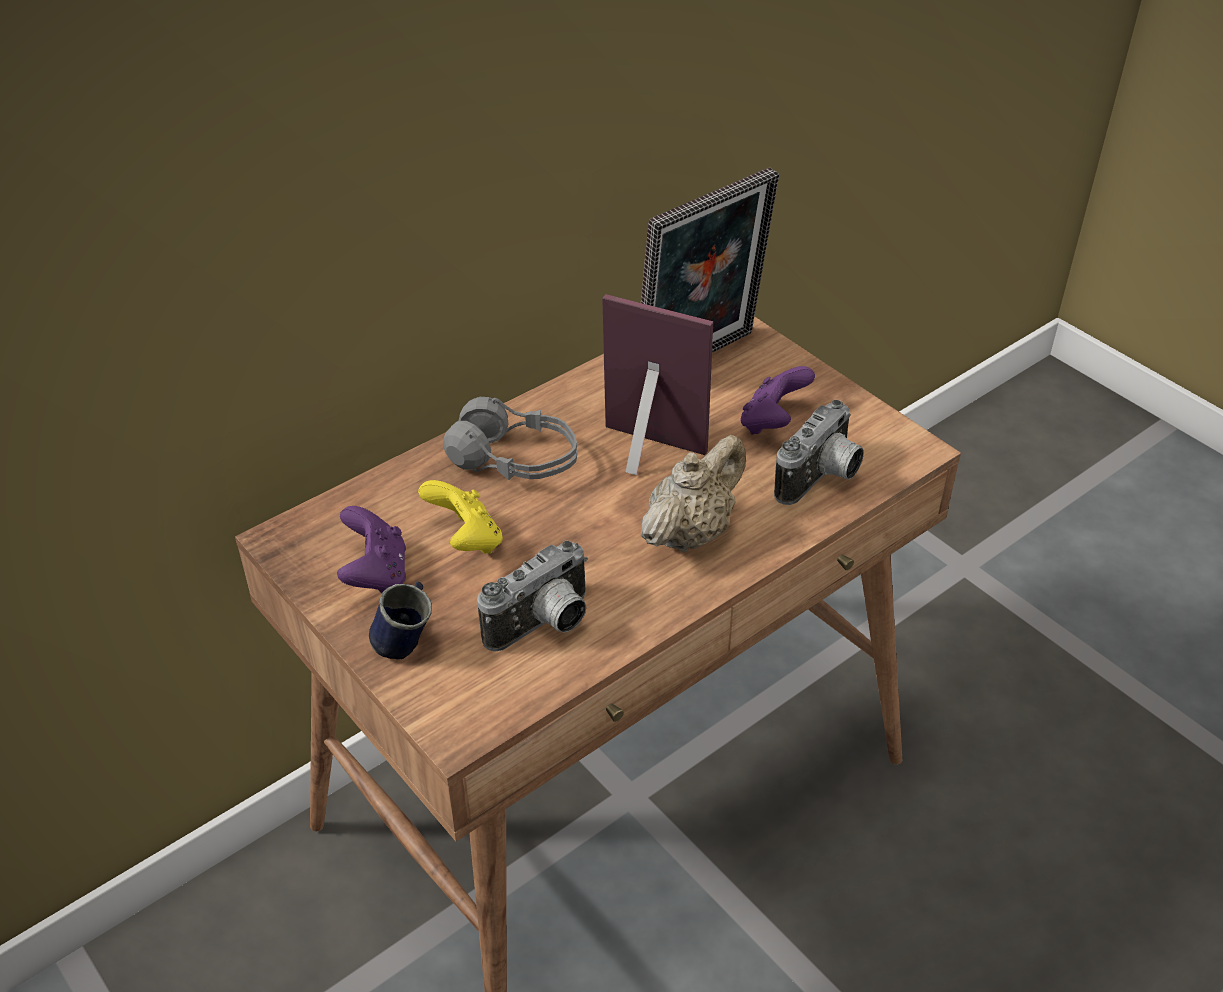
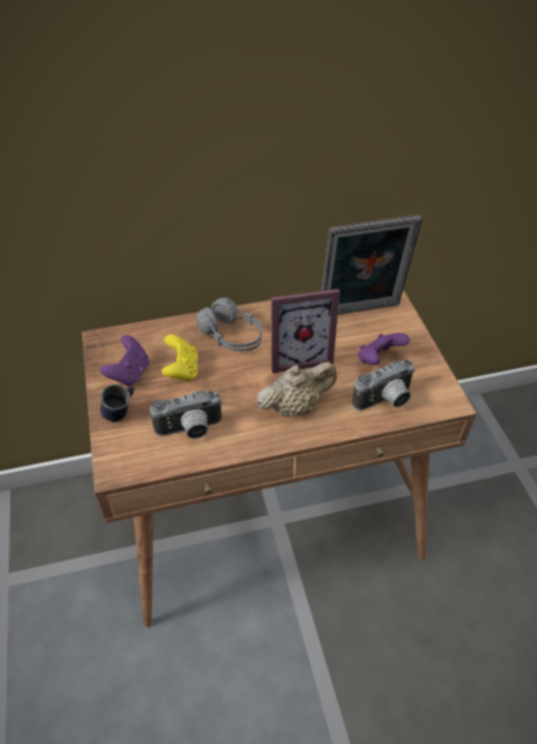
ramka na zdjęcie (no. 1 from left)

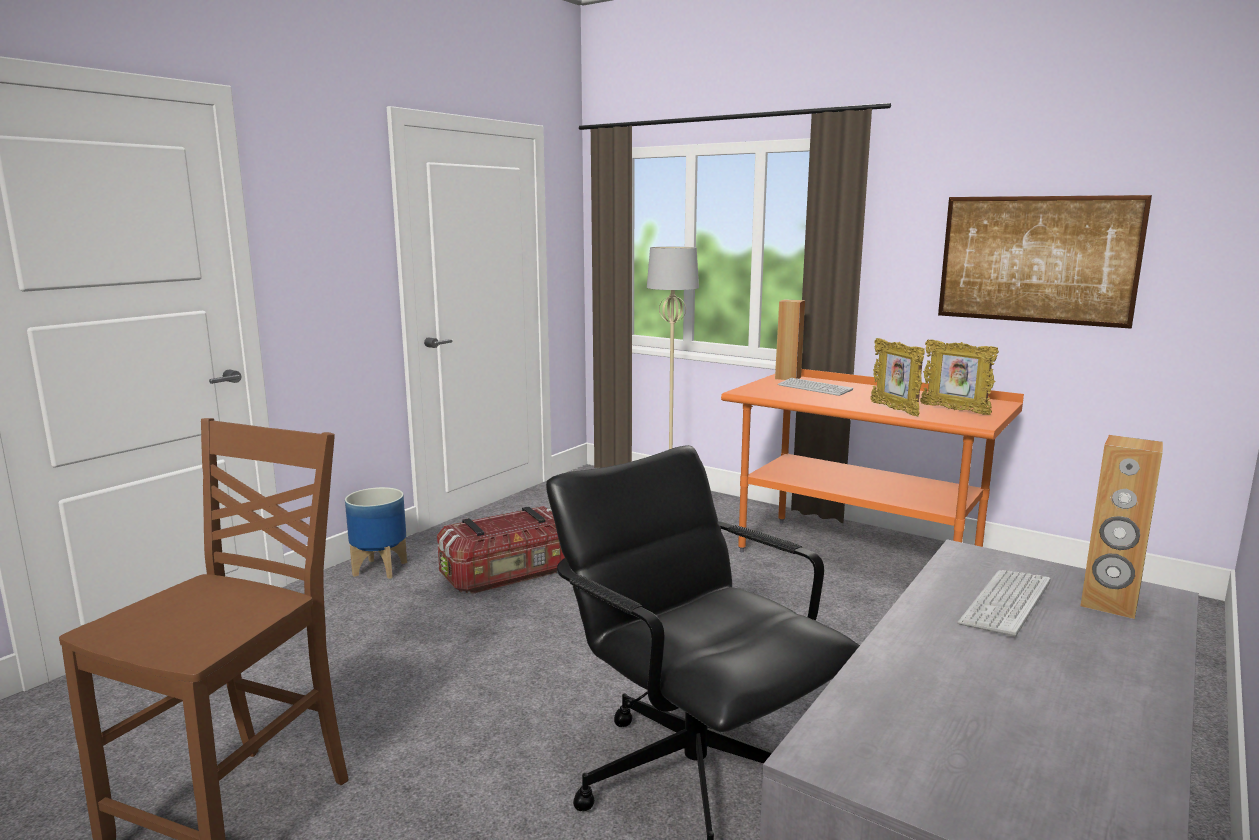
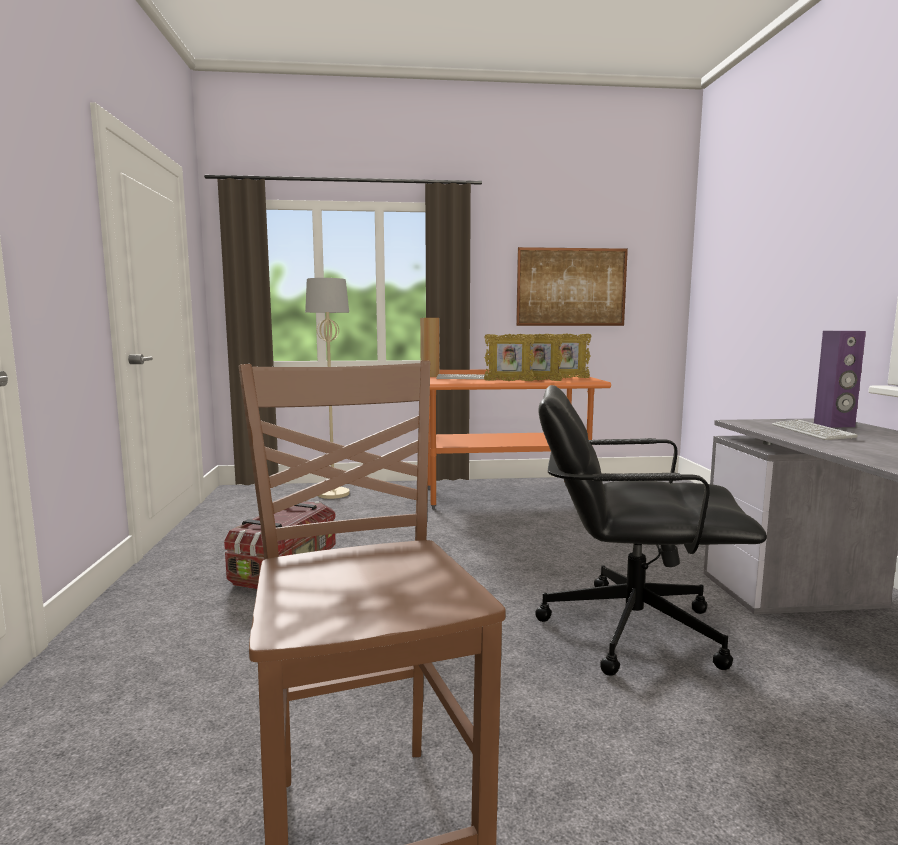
głośnik (fioletowy)
donica
ramka na zdjęcie (no. 1 from left)

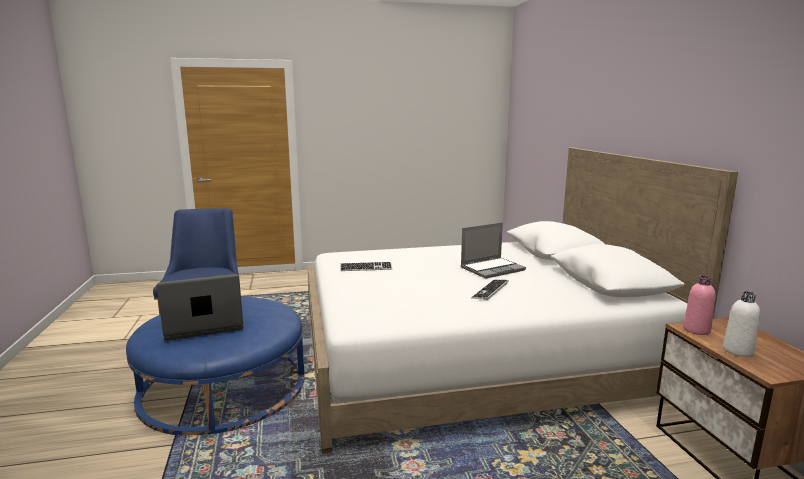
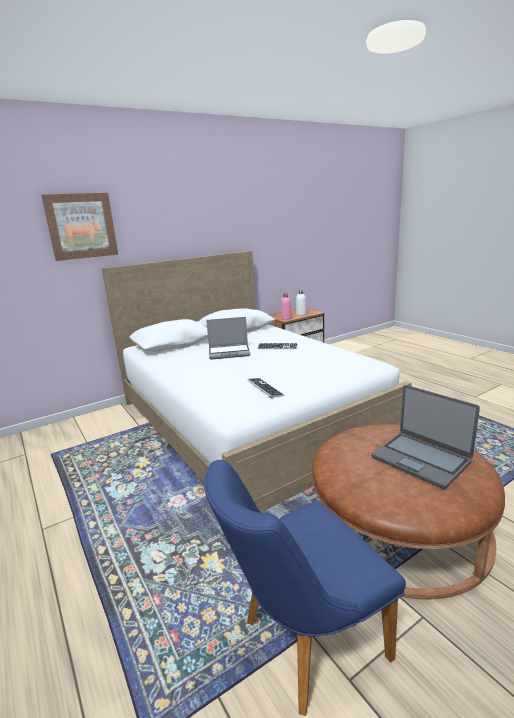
laptop (no. 1 from left)
pufa (brązowy)
obraz

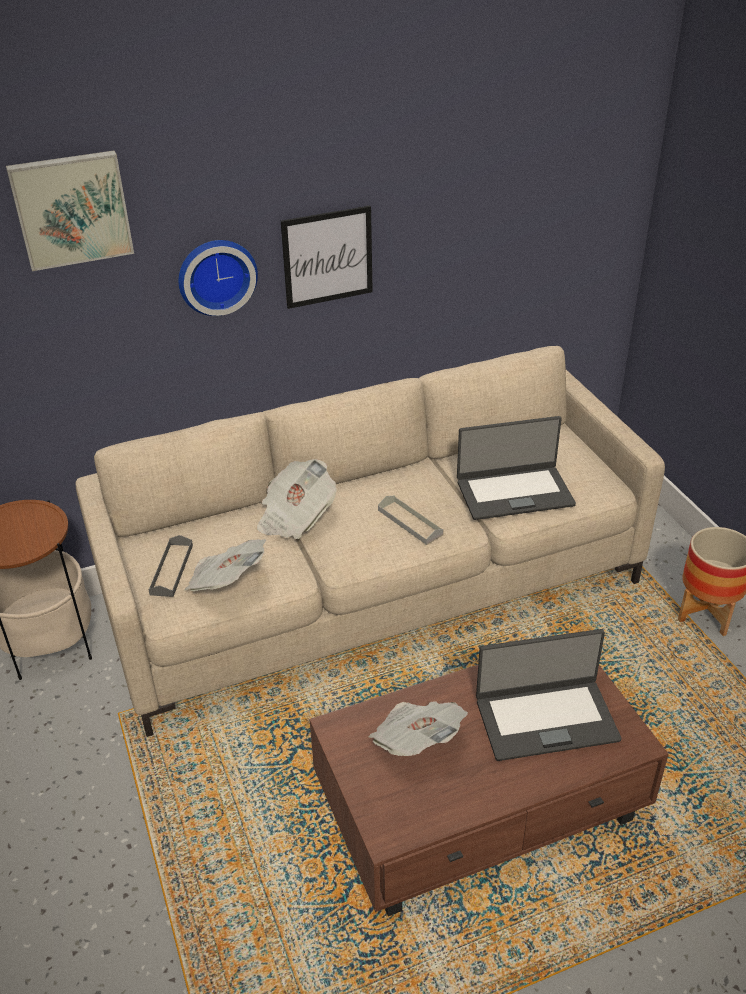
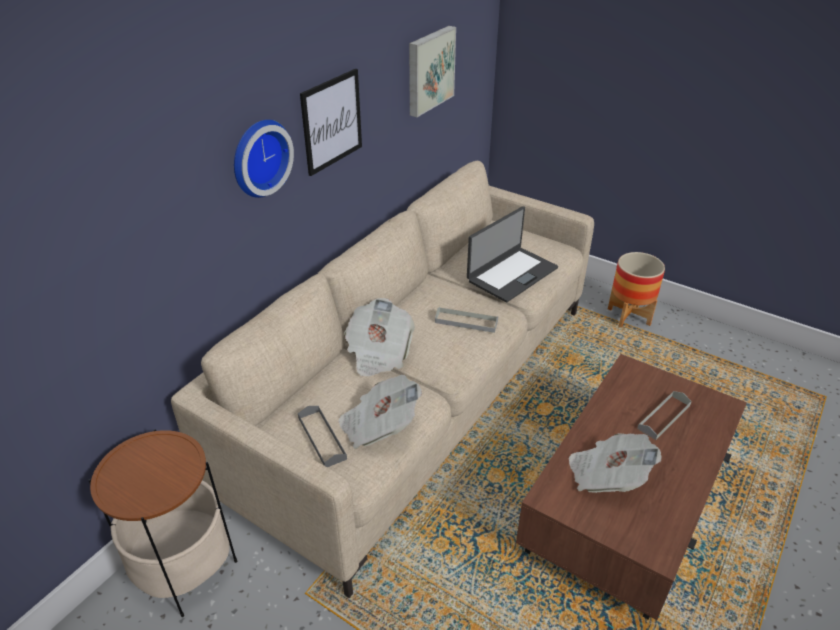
obraz (no. 2 from left)
taca (szary) (no. 3 from left)

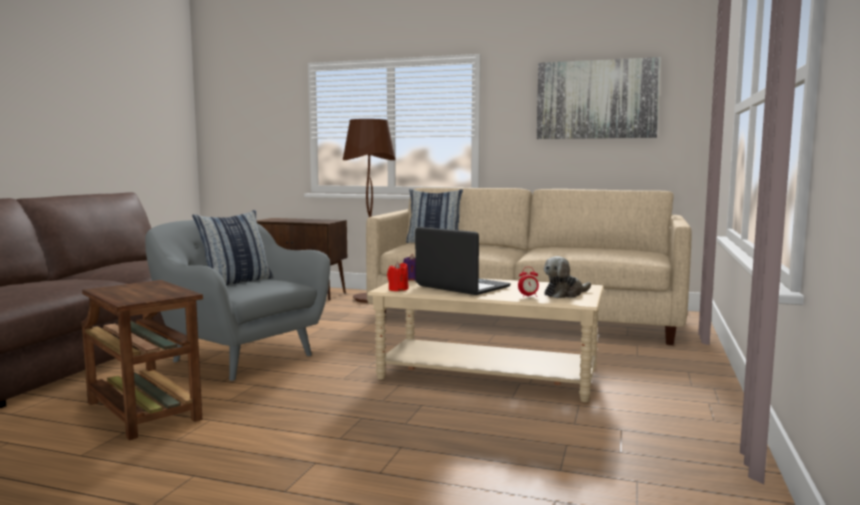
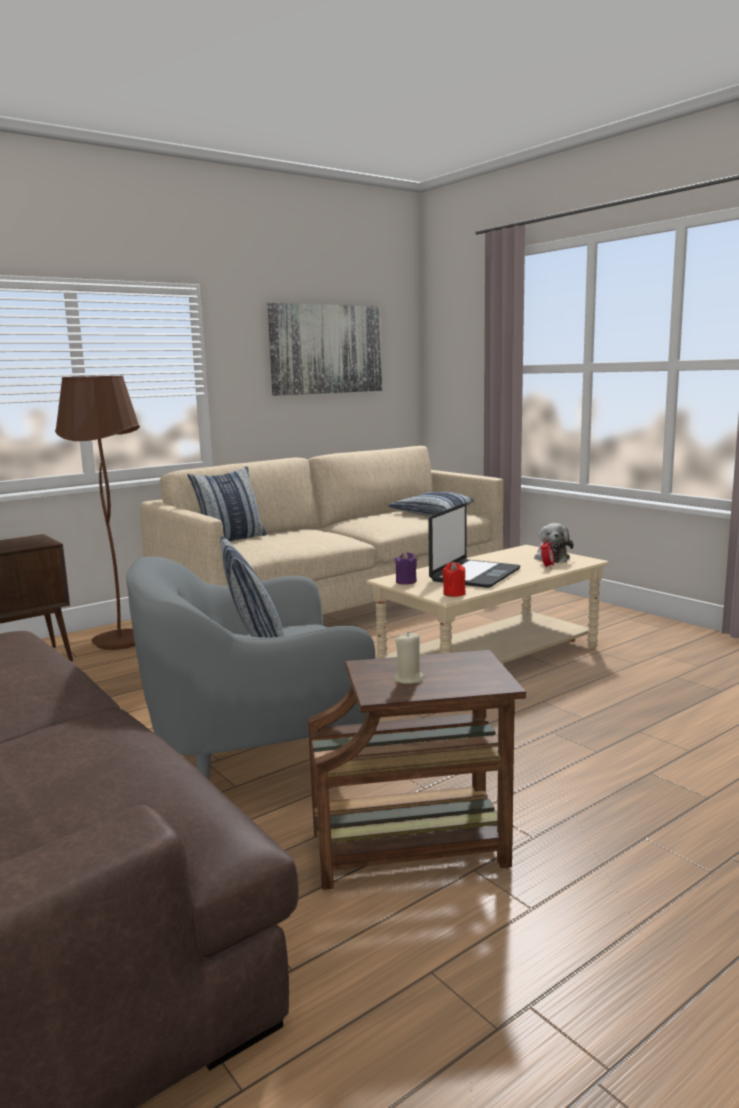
laptop
poduszka (no. 3 from left)
świeca (beżowy)

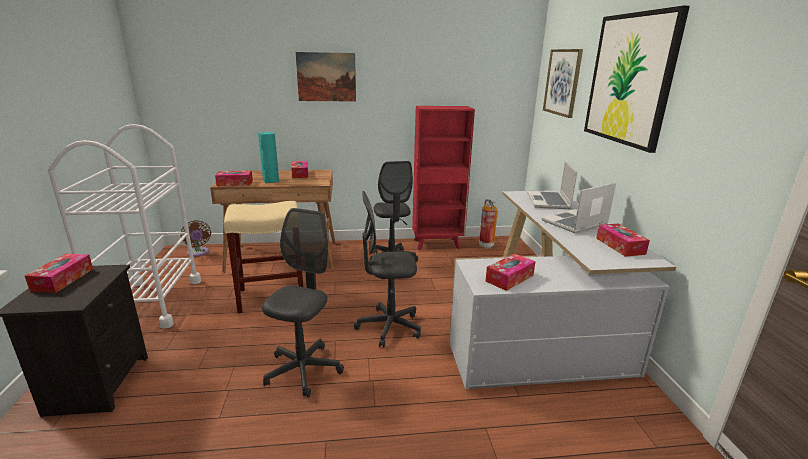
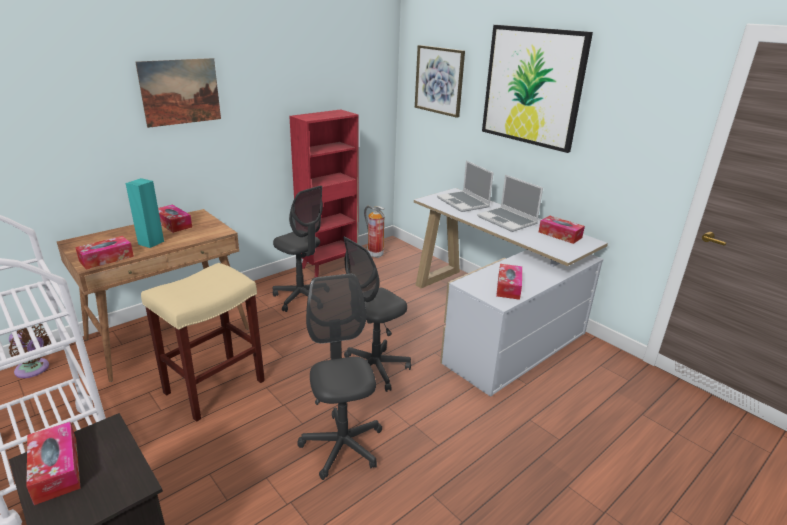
laptop (no. 2 from left)

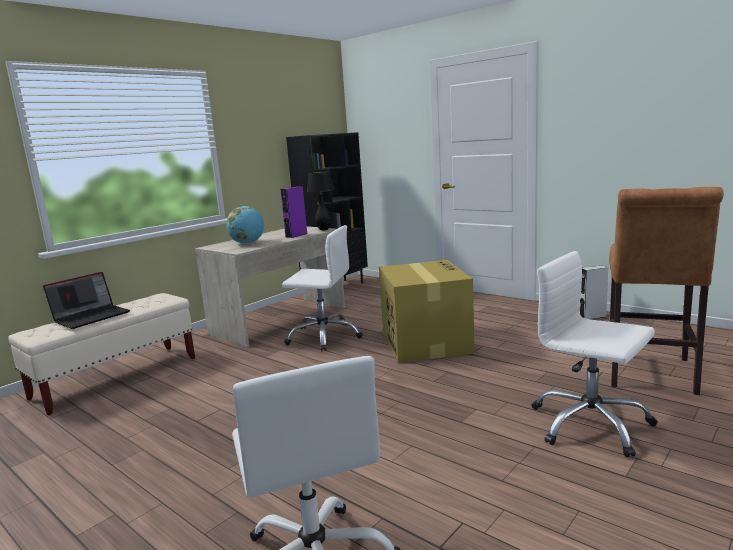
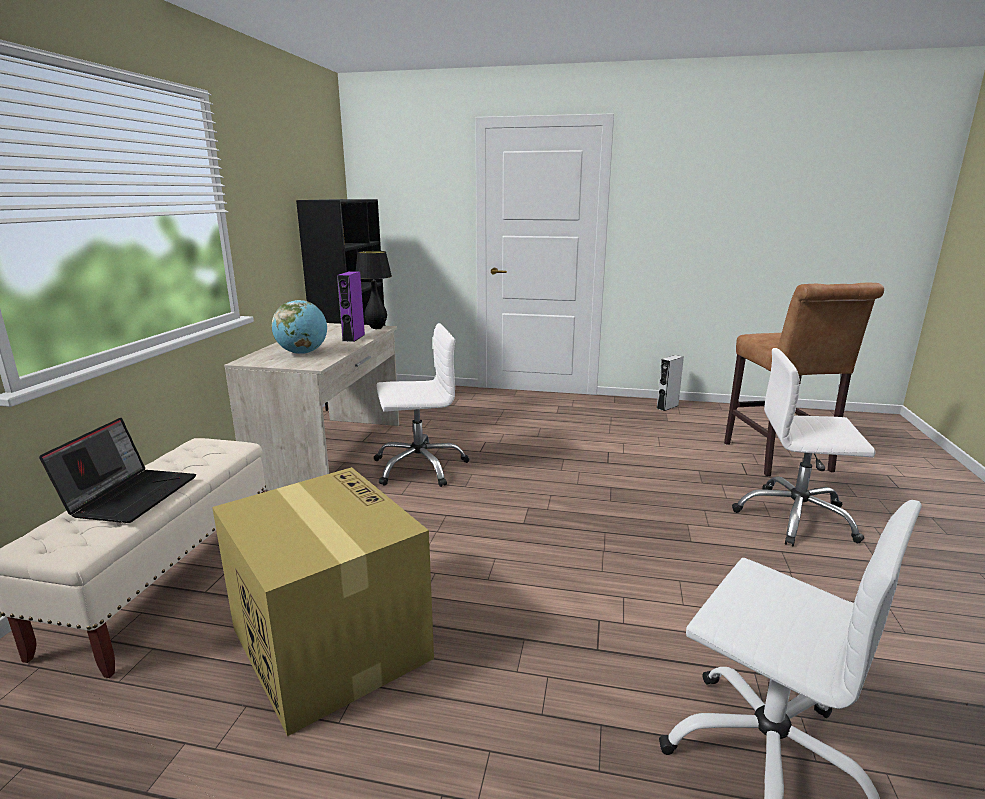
karton

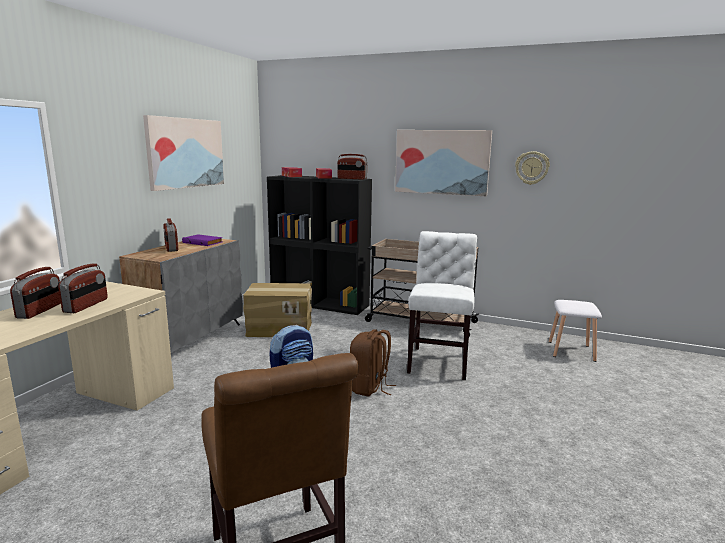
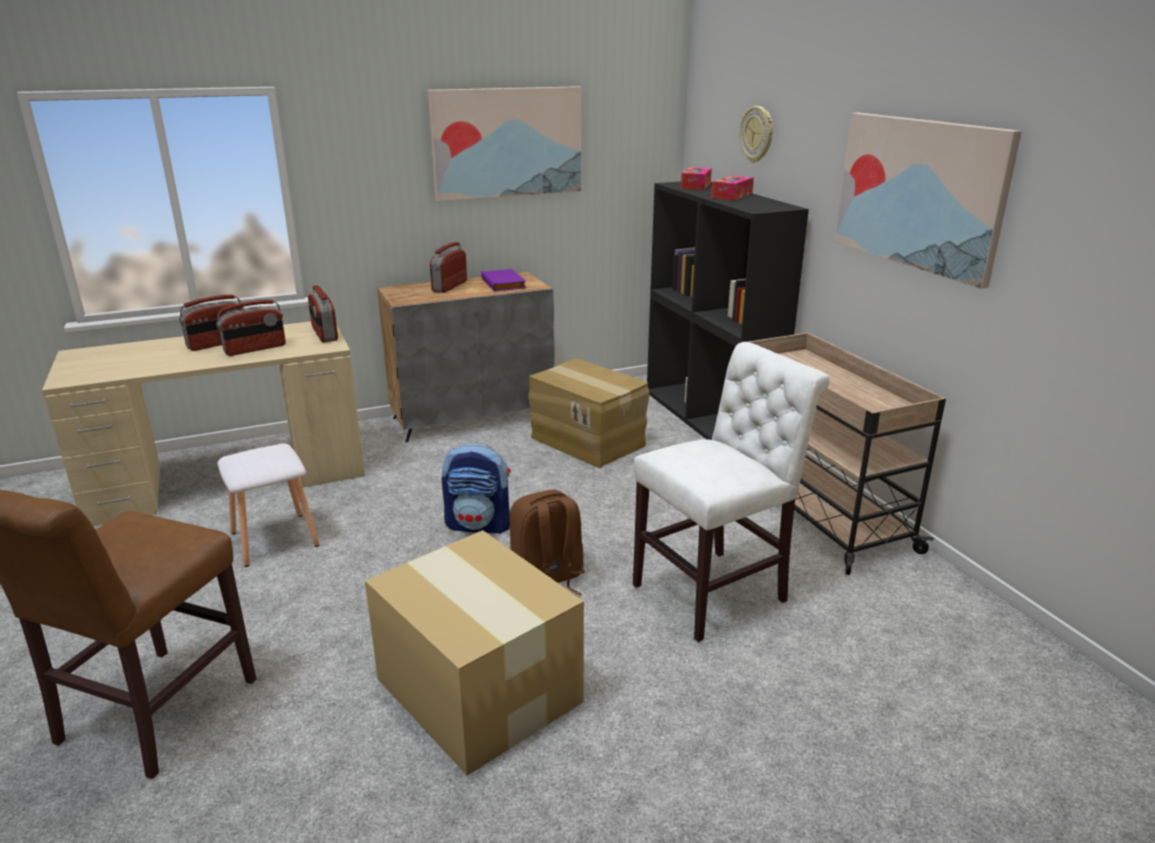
zegar ścienny
radio (no. 3 from left)
stołek (biały)
karton (no. 1 from left)

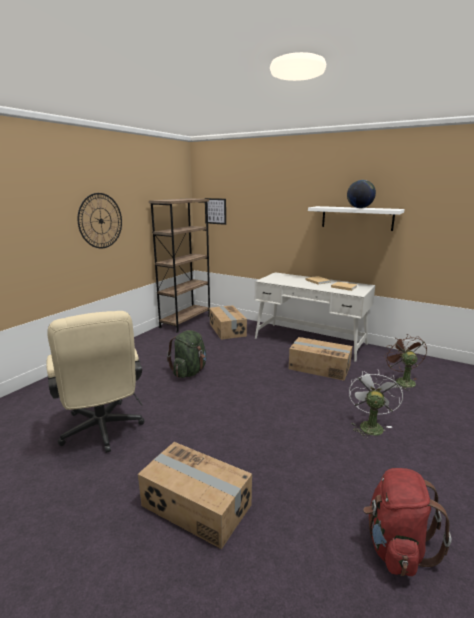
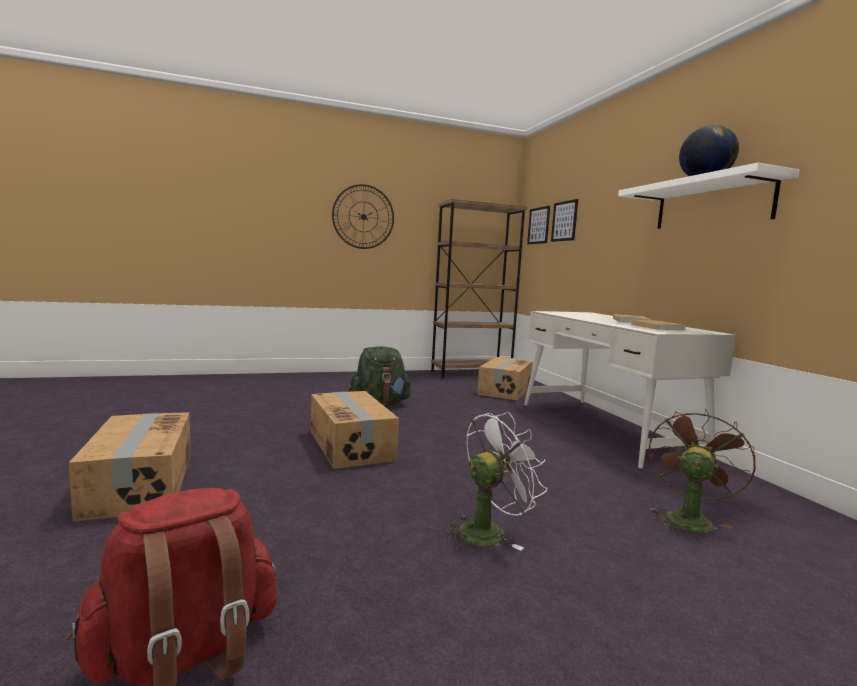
krzesło biurowe (beżowy)
karton (no. 2 from left)
obraz (no. 2 from left)

